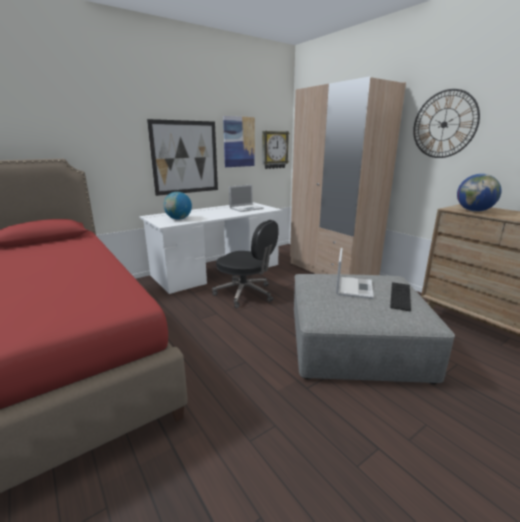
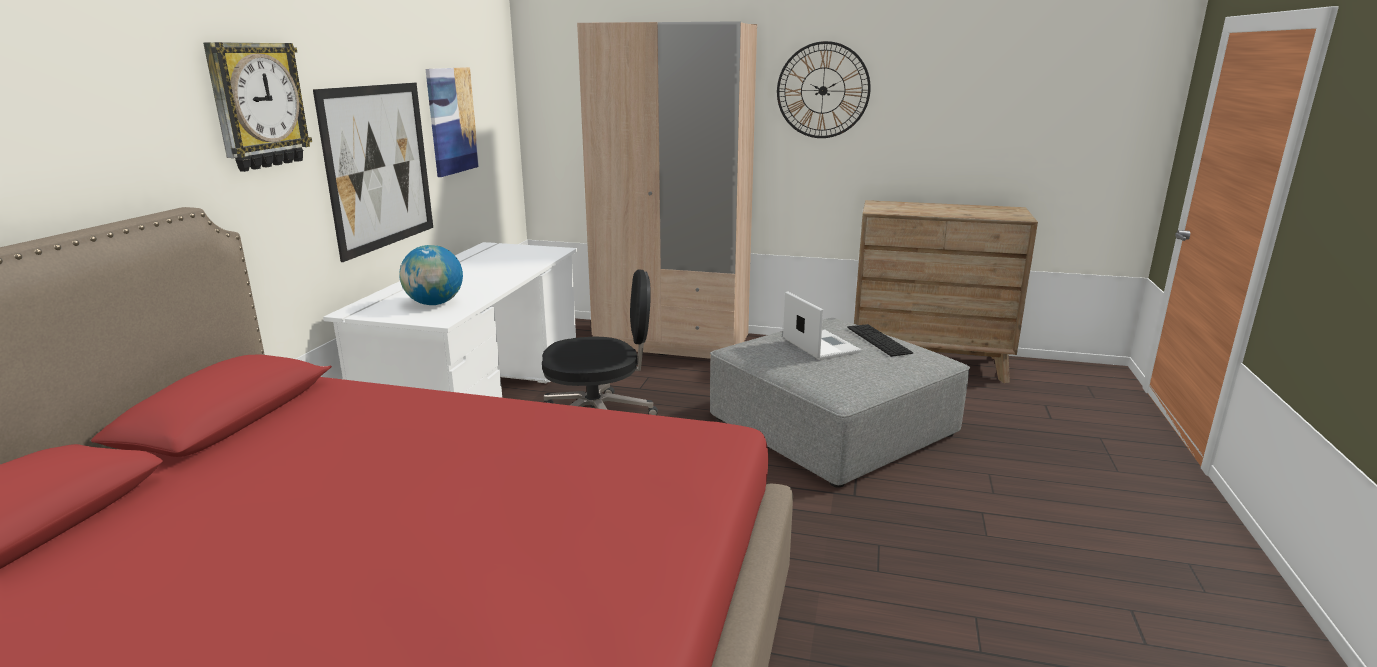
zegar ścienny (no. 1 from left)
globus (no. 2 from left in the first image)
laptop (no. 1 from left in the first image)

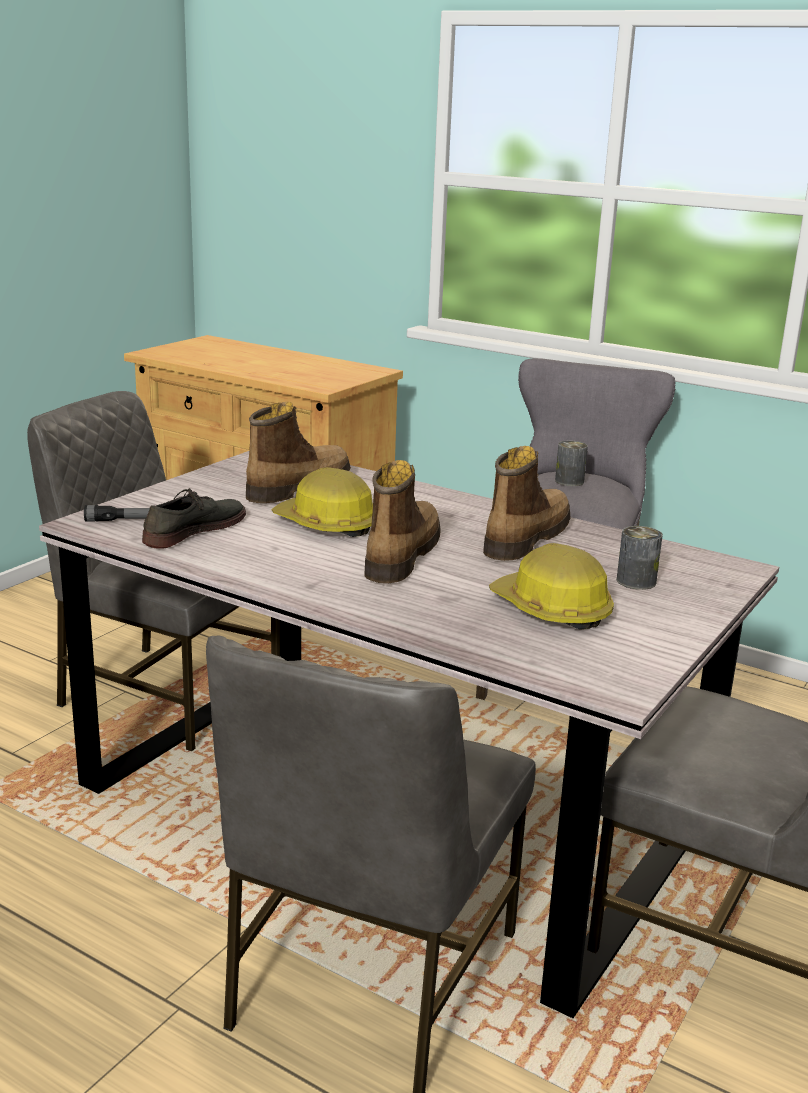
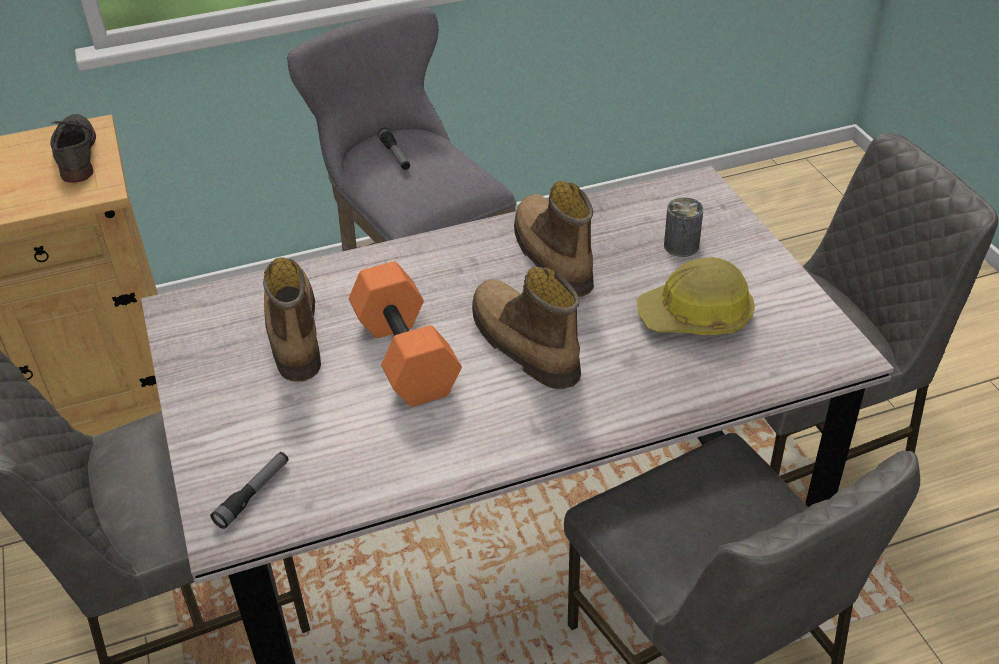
latarka (no. 2 from left)
hantel (pomarańczowy)
but (szary)

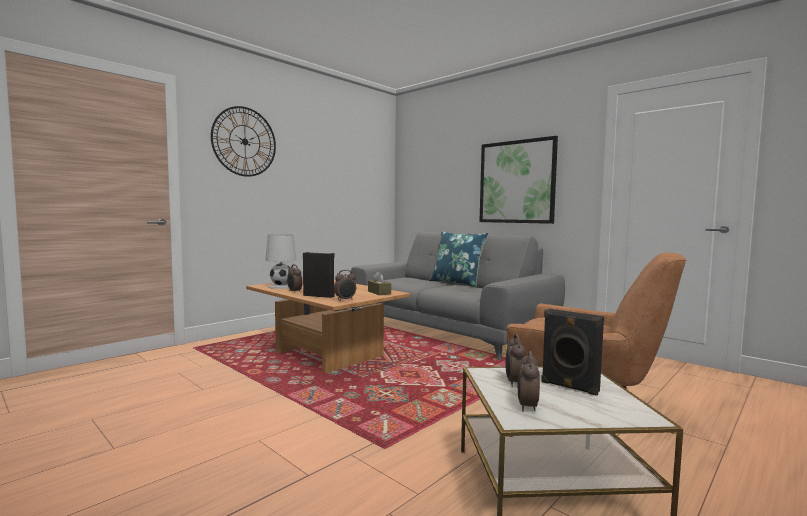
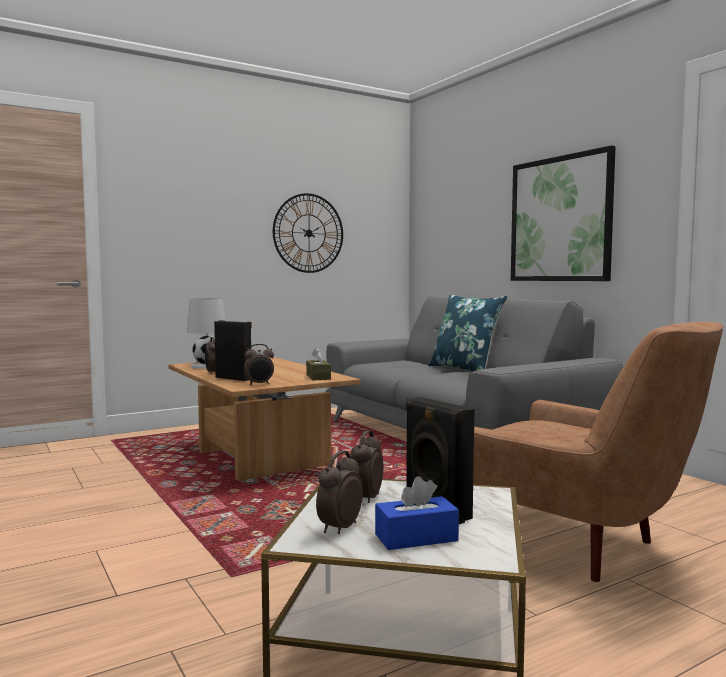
zegar ścienny
pudełko chusteczek (niebieski)

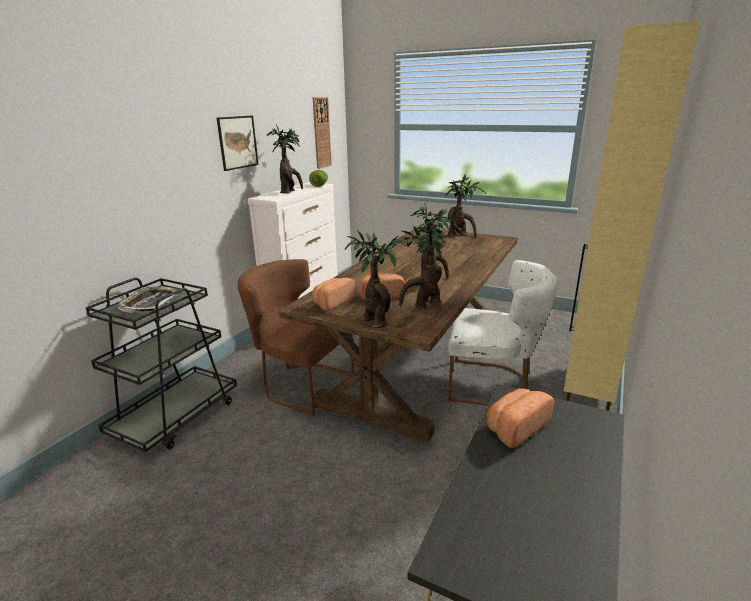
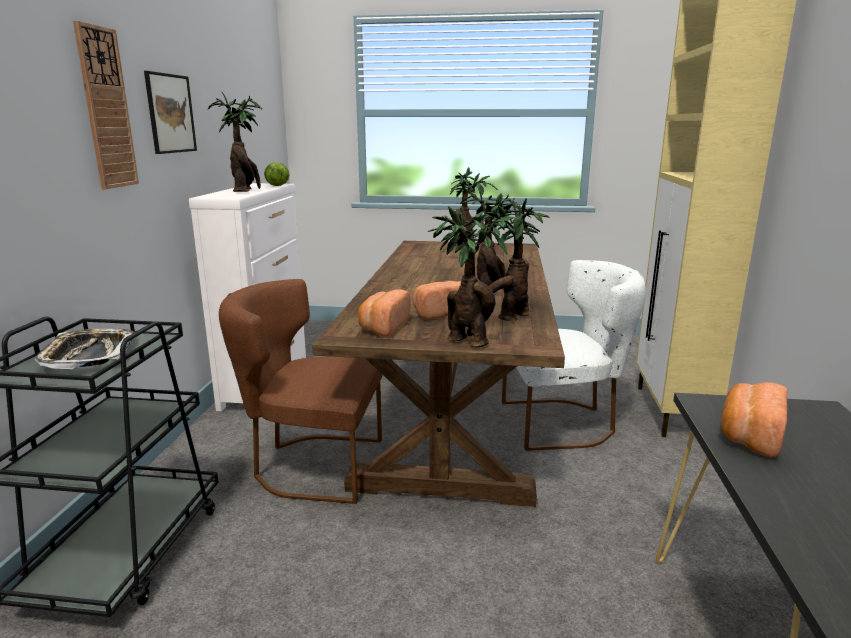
zegar ścienny

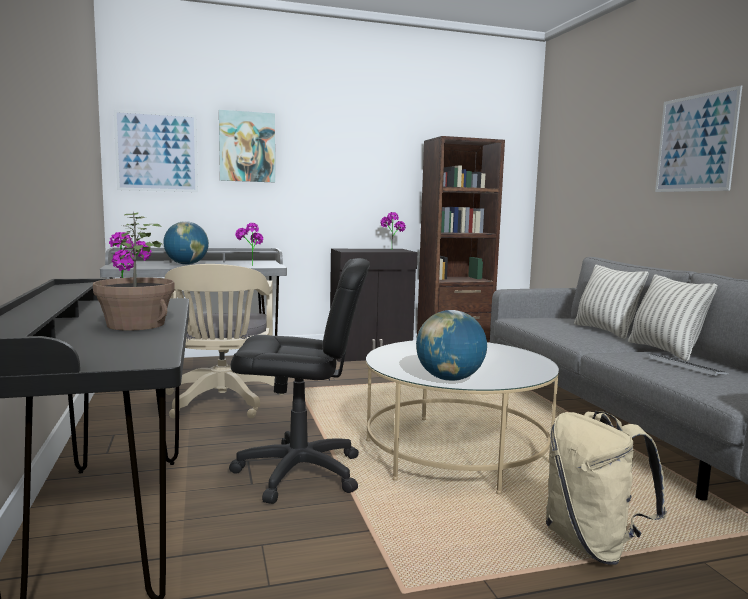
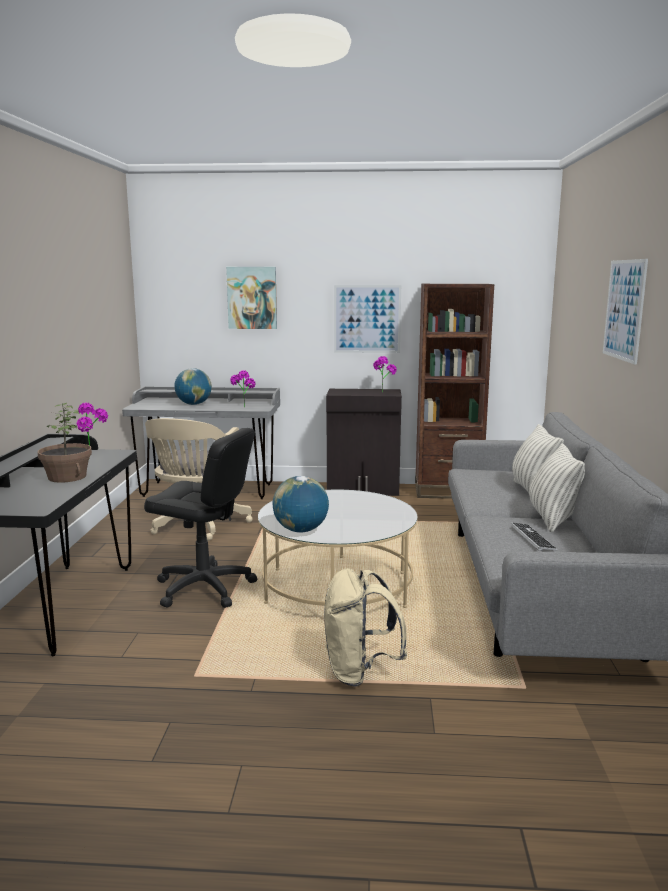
obraz (no. 2 from left)

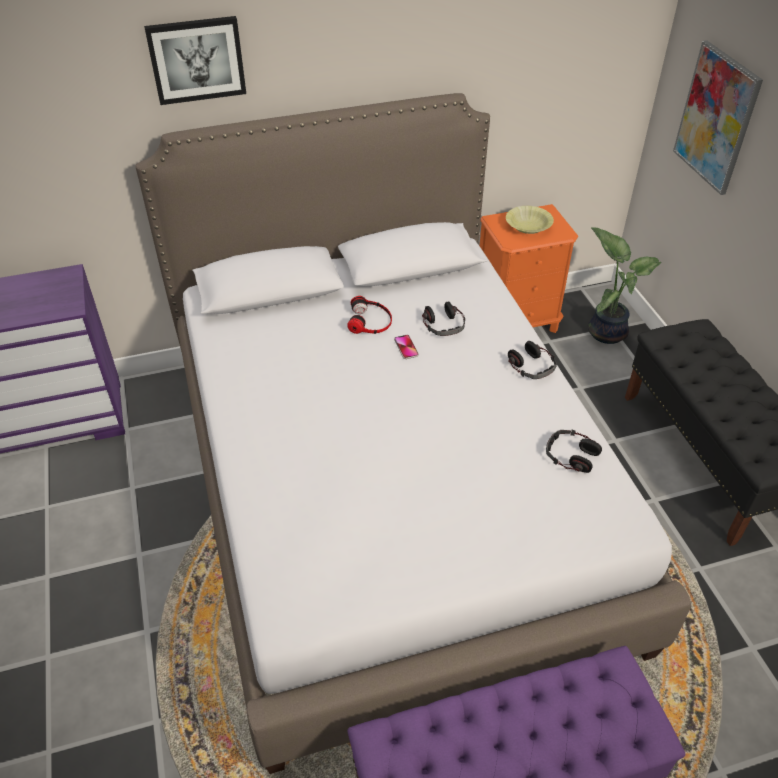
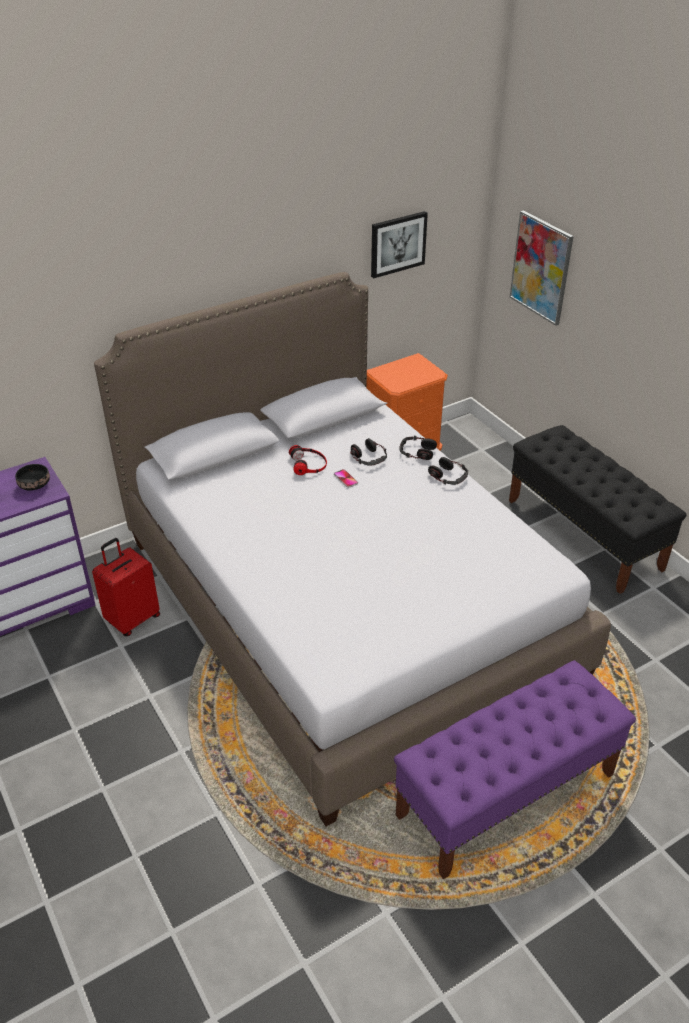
obraz (no. 1 from left)
miska (żółty)
roślina doniczkowa
słuchawki (no. 3 from left)
miska (czarny)
walizka (czerwony)

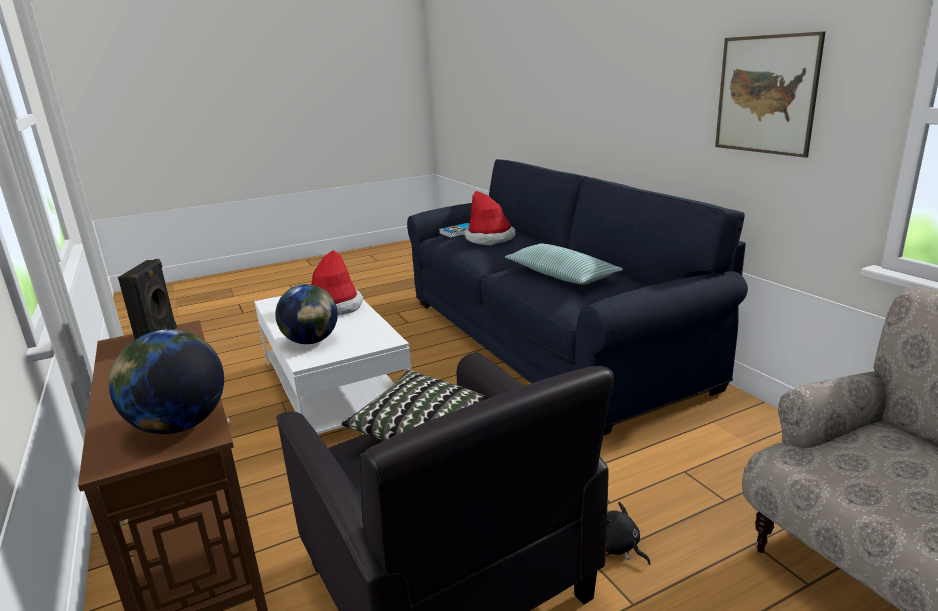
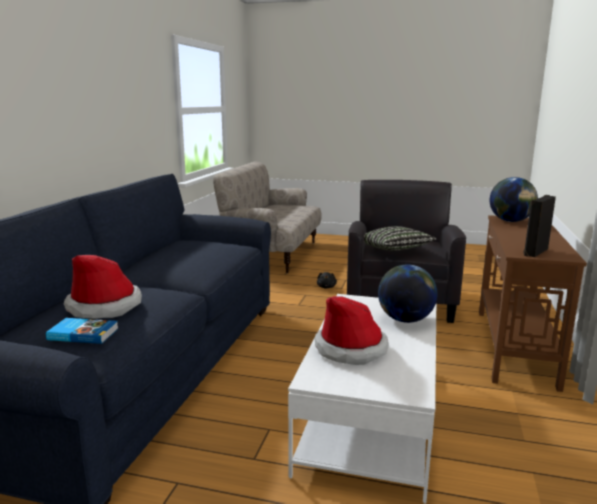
obraz
poduszka (no. 2 from left in the first image)

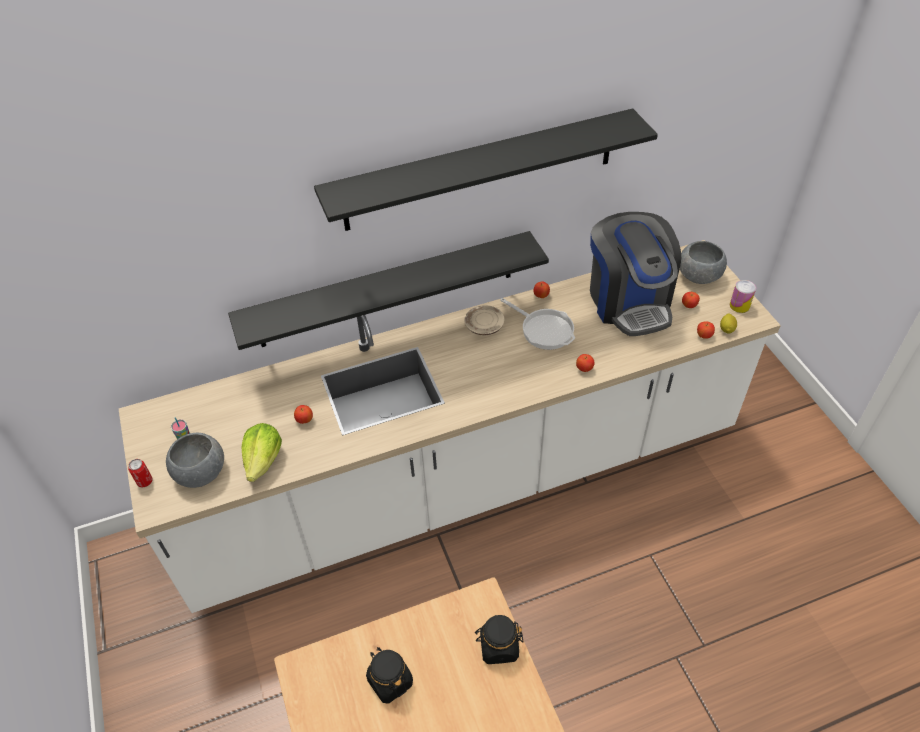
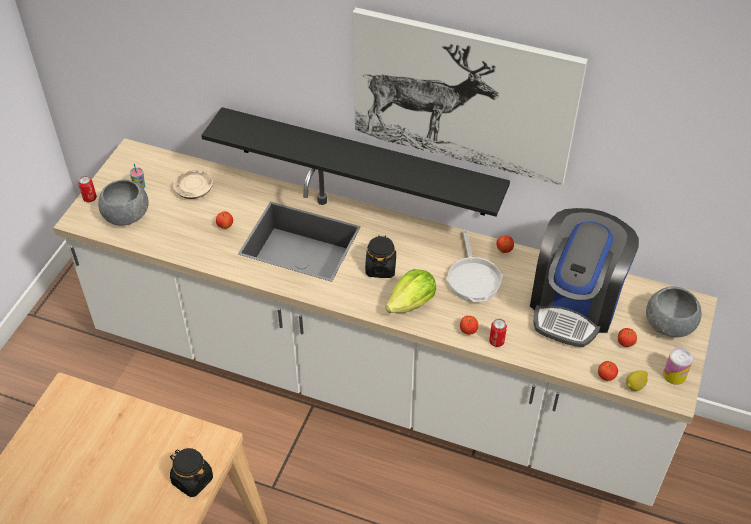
obraz
talerz (beżowy)
sałata
słoik (czarny) (no. 2 from left)
puszka (no. 2 from left)

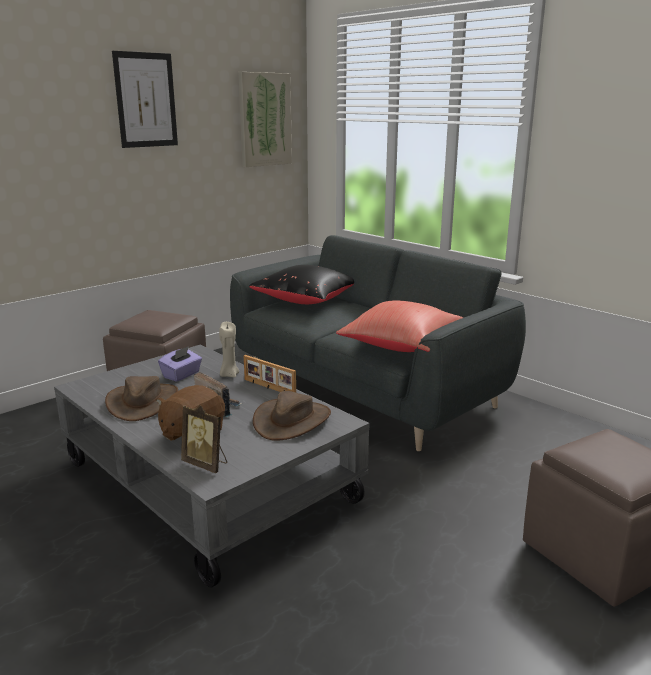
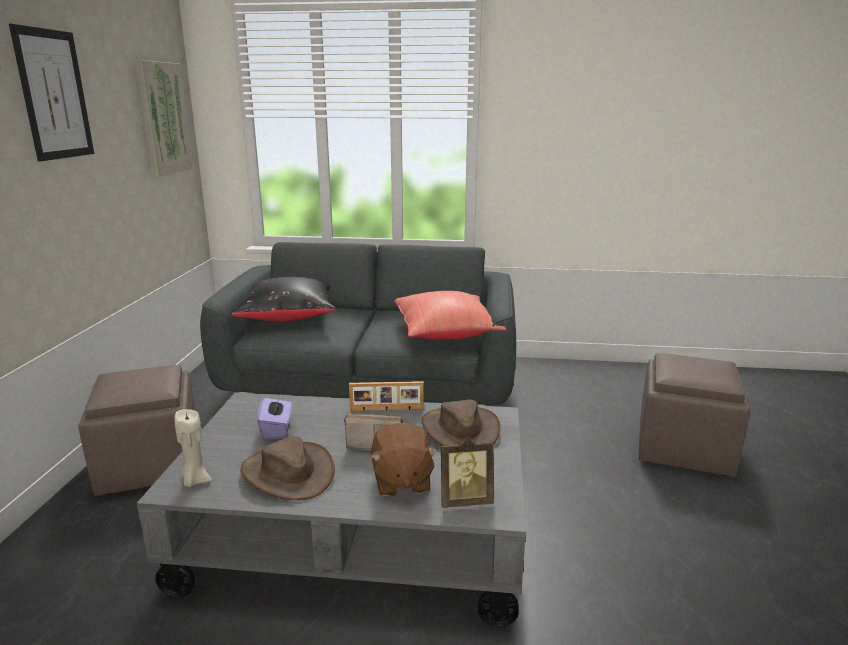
świeca (beżowy)

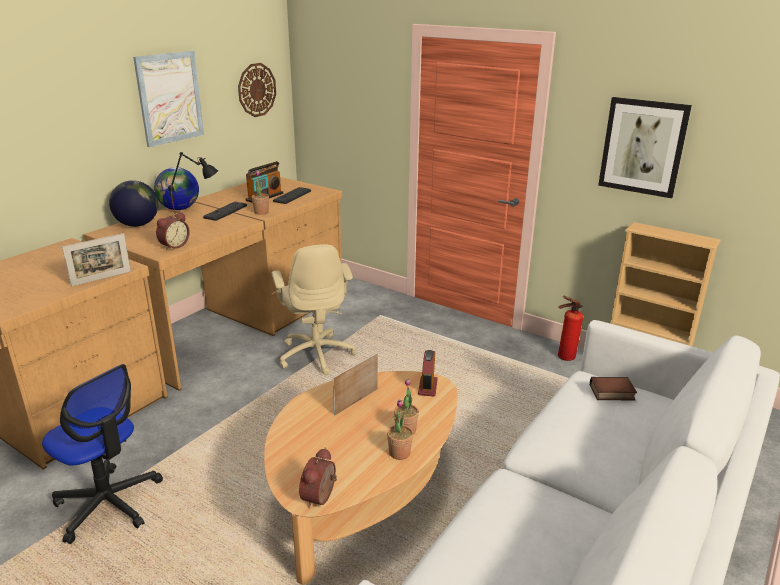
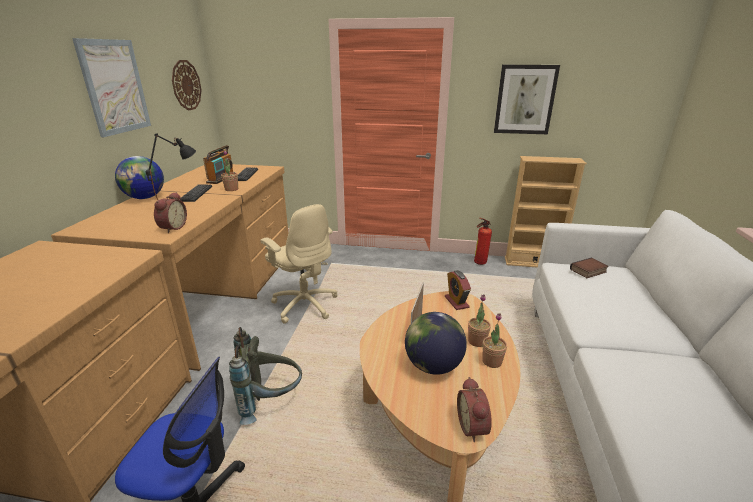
globus (no. 2 from left)
ramka na zdjęcie (no. 1 from left in the first image)
plecak (szary)

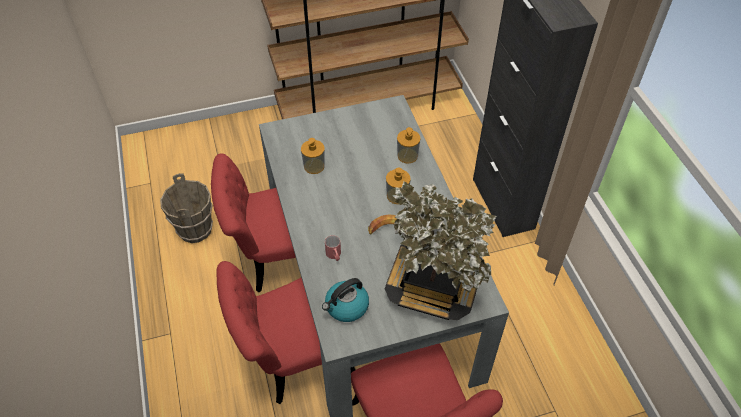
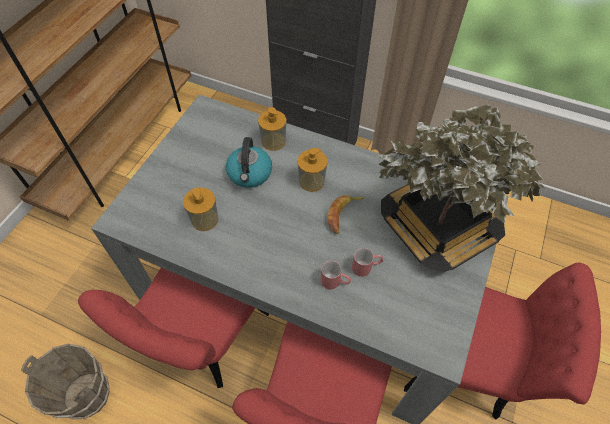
czajnik
kubek (czerwony) (no. 2 from left)

